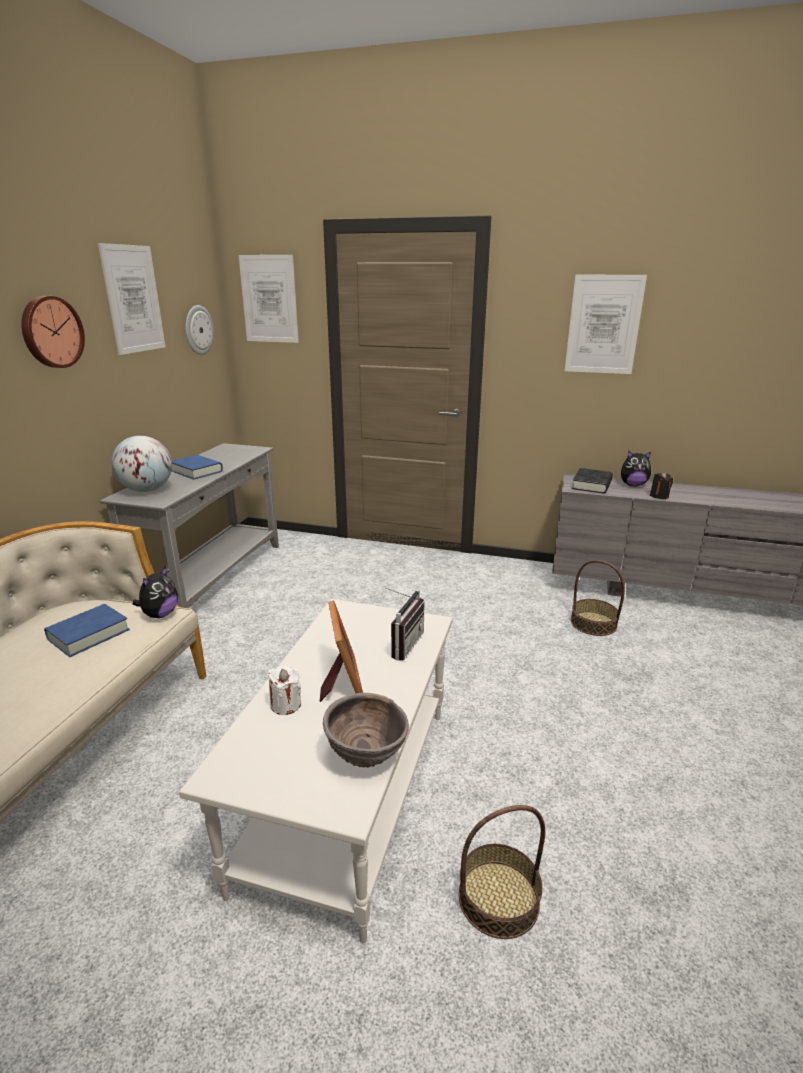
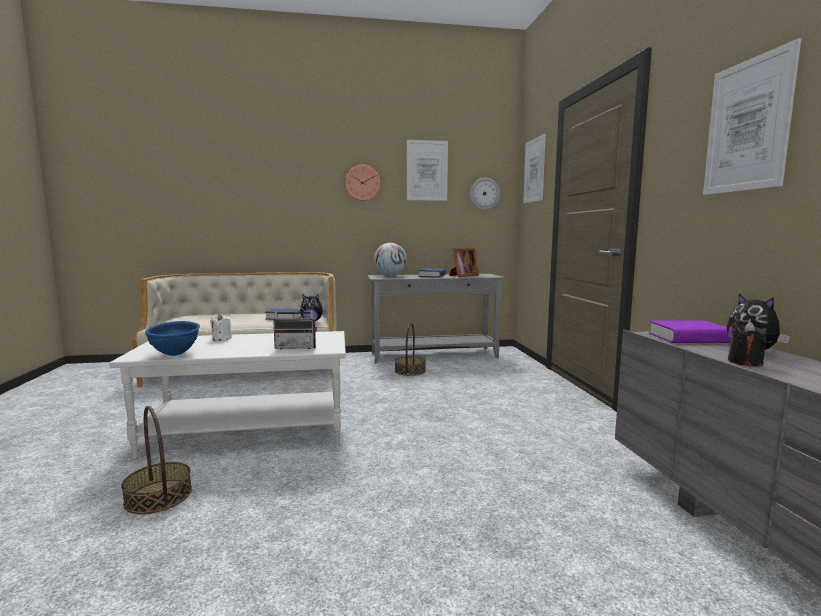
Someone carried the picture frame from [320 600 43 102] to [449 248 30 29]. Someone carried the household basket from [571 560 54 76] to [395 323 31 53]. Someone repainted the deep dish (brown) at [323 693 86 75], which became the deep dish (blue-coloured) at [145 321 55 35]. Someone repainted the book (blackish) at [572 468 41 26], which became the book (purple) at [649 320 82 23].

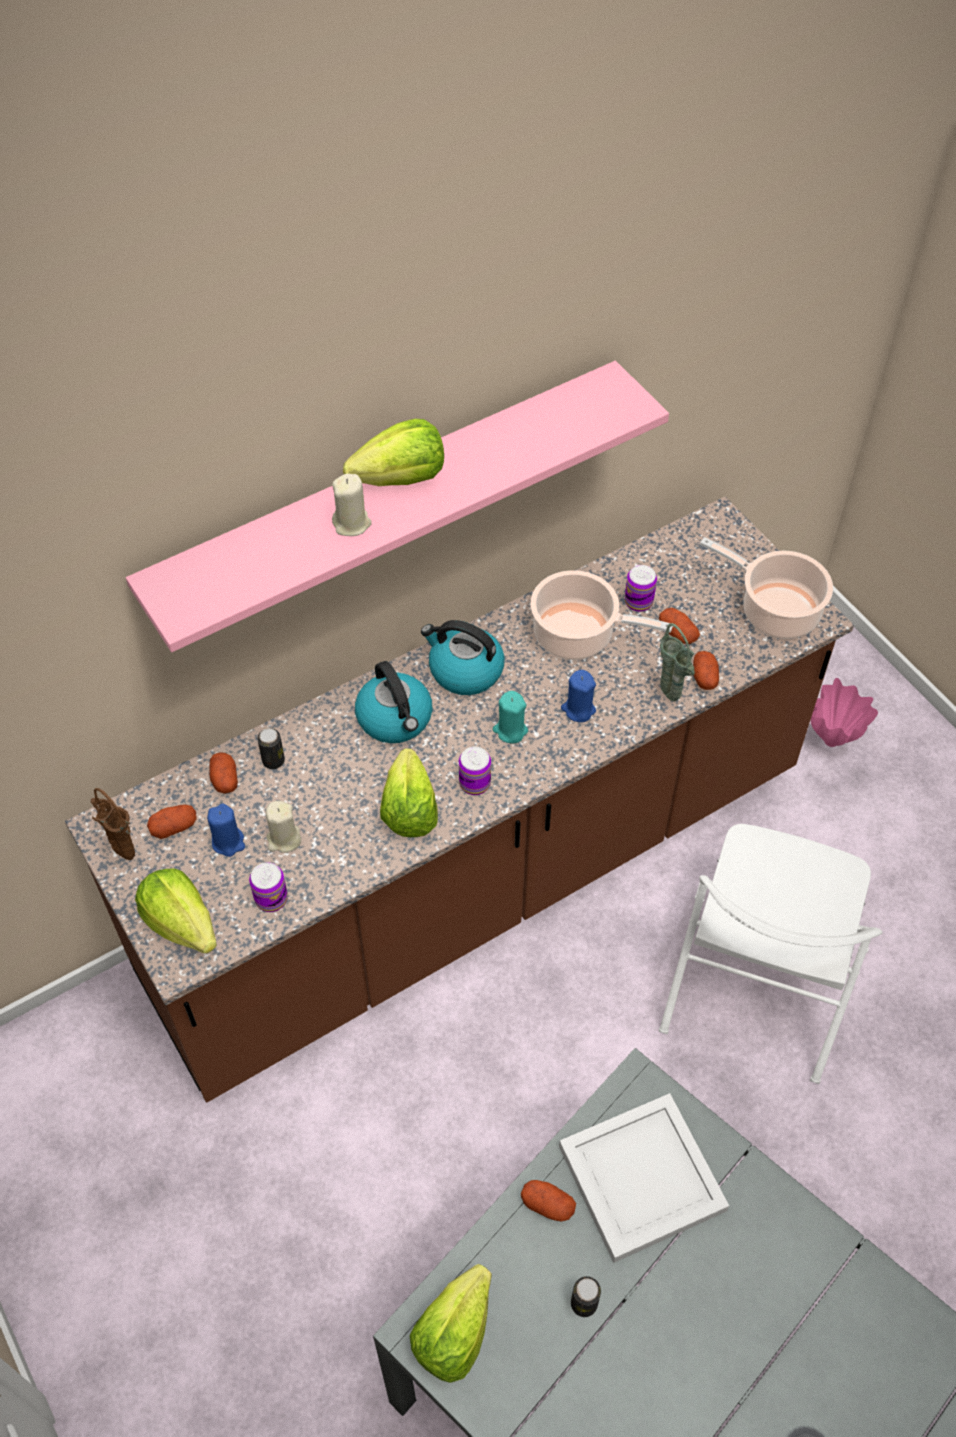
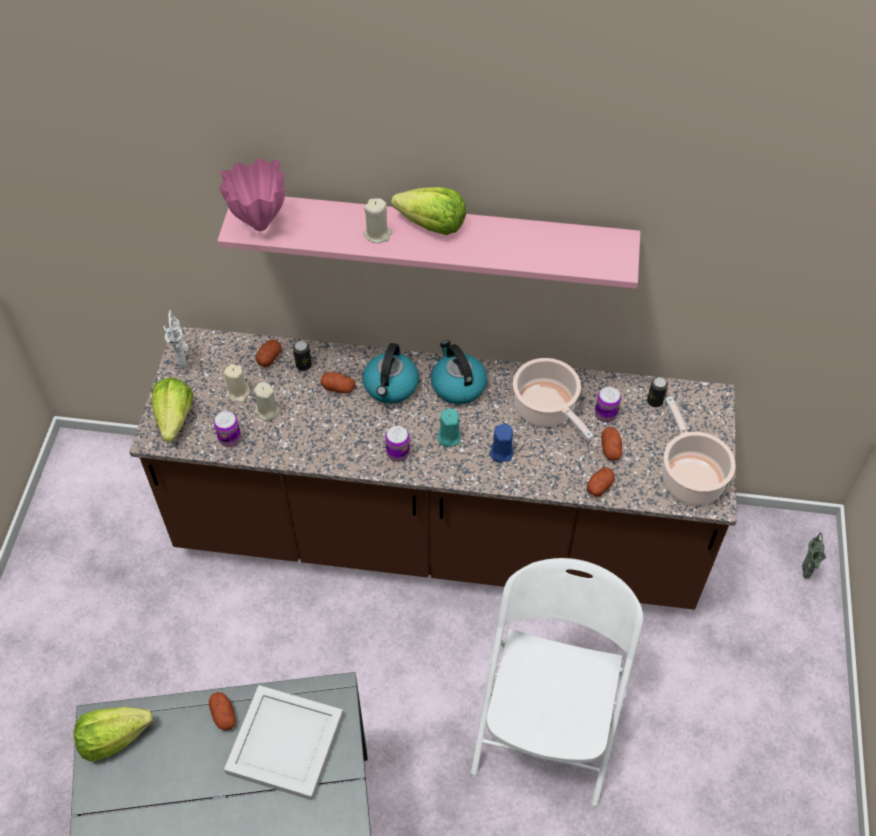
Someone took away the lettuce head at [380 748 58 89]. Someone carried the whole potato from [147 804 50 35] to [321 372 34 21]. Someone carried the can from [571 1276 30 41] to [647 377 21 30]. Someone carried the vase (green) from [660 623 35 78] to [802 532 24 47]. Someone carried the vase (pinkish) from [811 678 67 69] to [219 158 66 73]. Someone repainted the vase (brown) at [91 788 44 72], which became the vase (white-coloured) at [163 309 23 59]. Someone repainted the wax candle (blue-coloured) at [207 803 38 54], which became the wax candle (sand-coloured) at [224 364 26 38]. Someone rotated the upright chair (white-coloured) at [658 824 225 260] by 135 degrees clockwise.

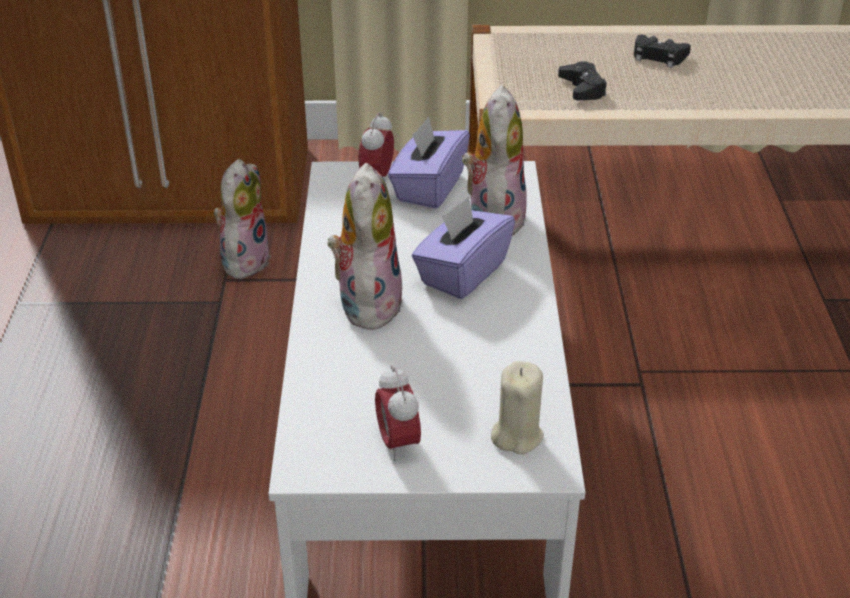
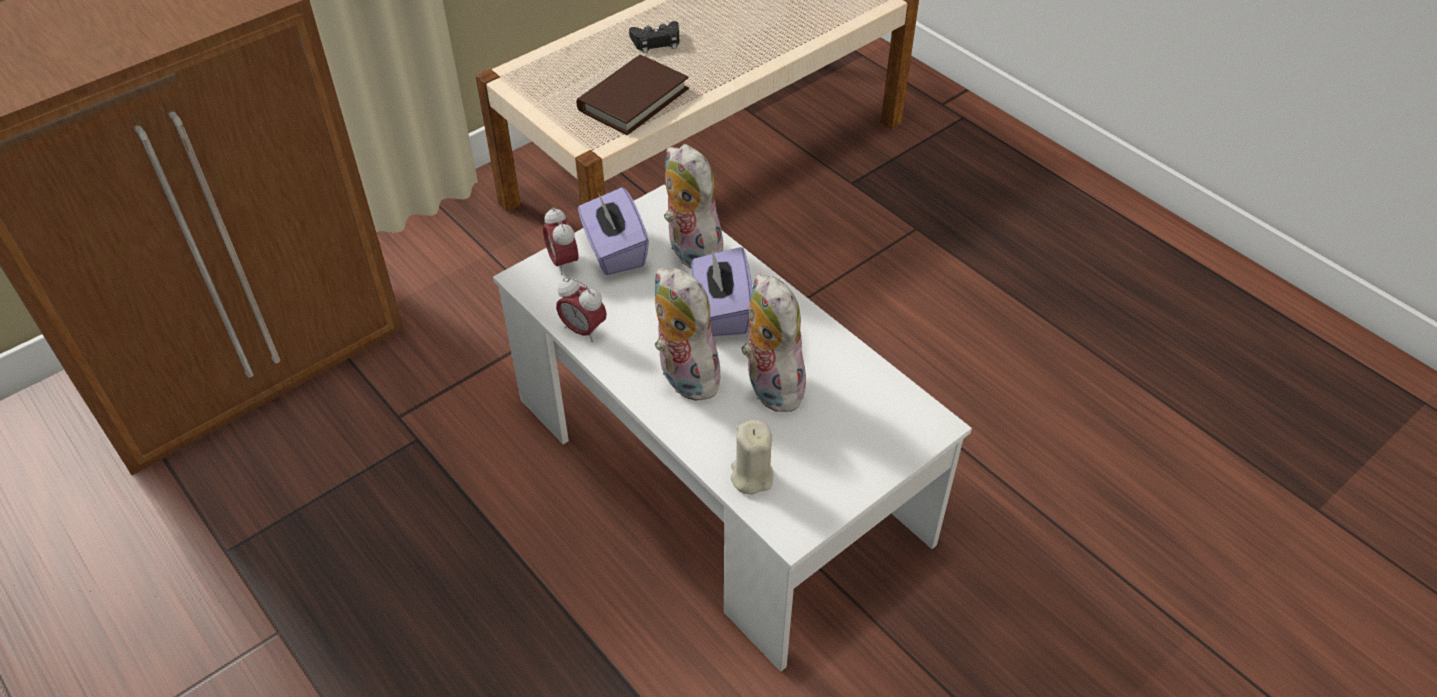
Someone carried the soft toy from [214 159 57 120] to [741 273 66 139]. Someone carried the table clock from [375 366 46 95] to [556 277 51 65]. Someone carried the wax candle (sand-coloured) from [491 361 53 93] to [731 420 42 75]. Someone swapped the joypad (blackish) at [558 61 49 39] for the book (brown) at [576 55 113 80].

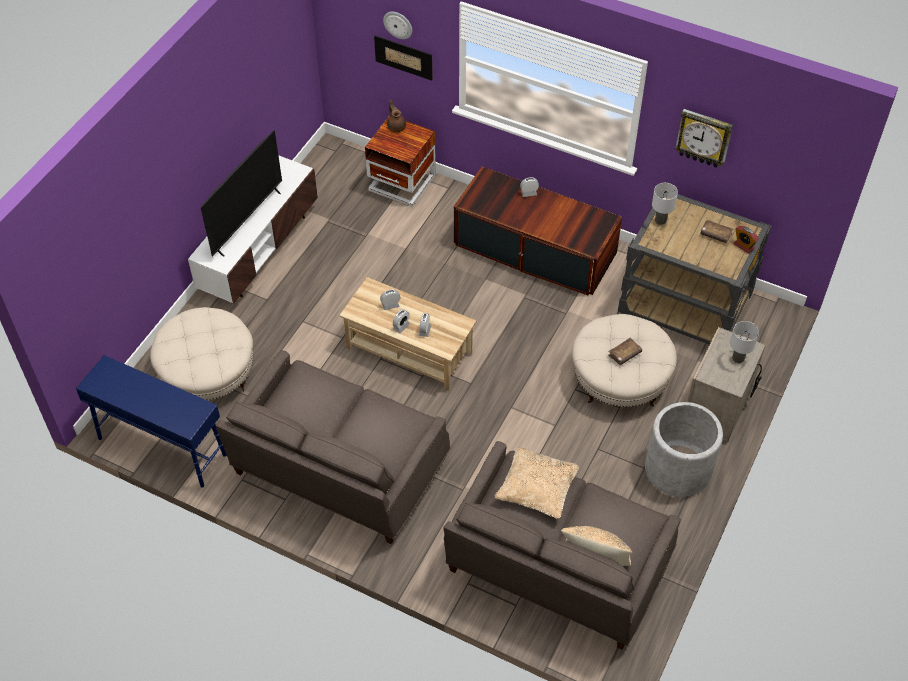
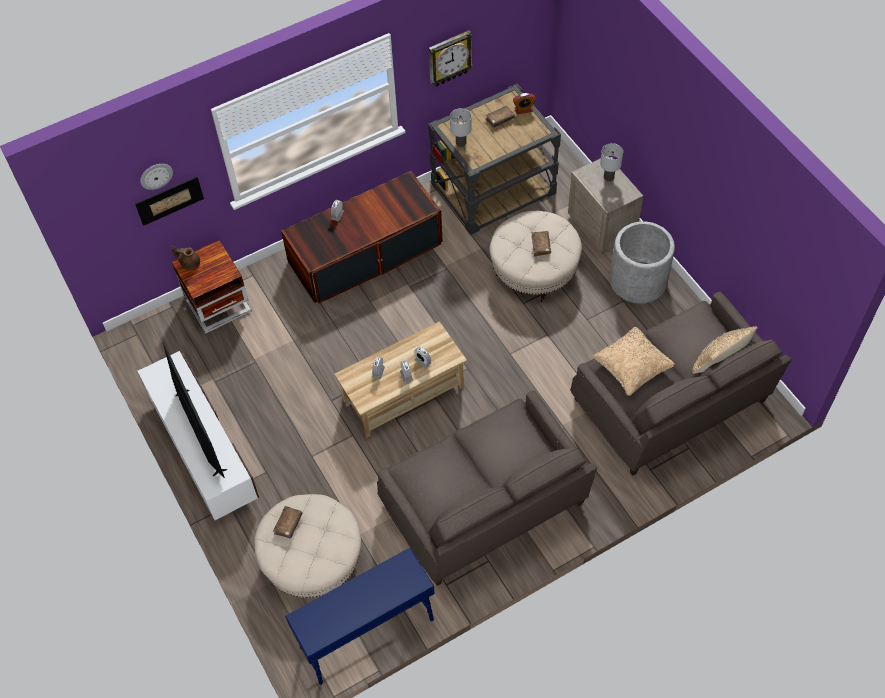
Someone put down the book (brown) at [273 506 30 32].

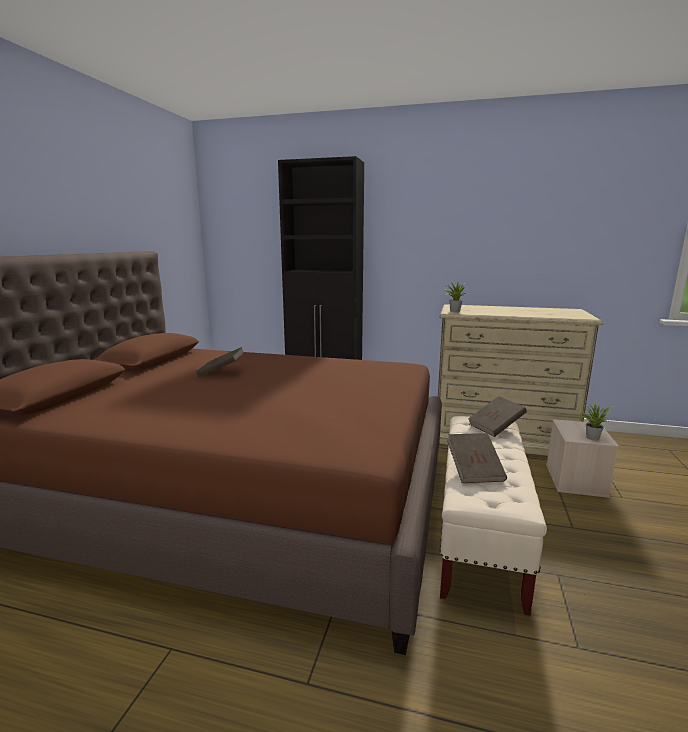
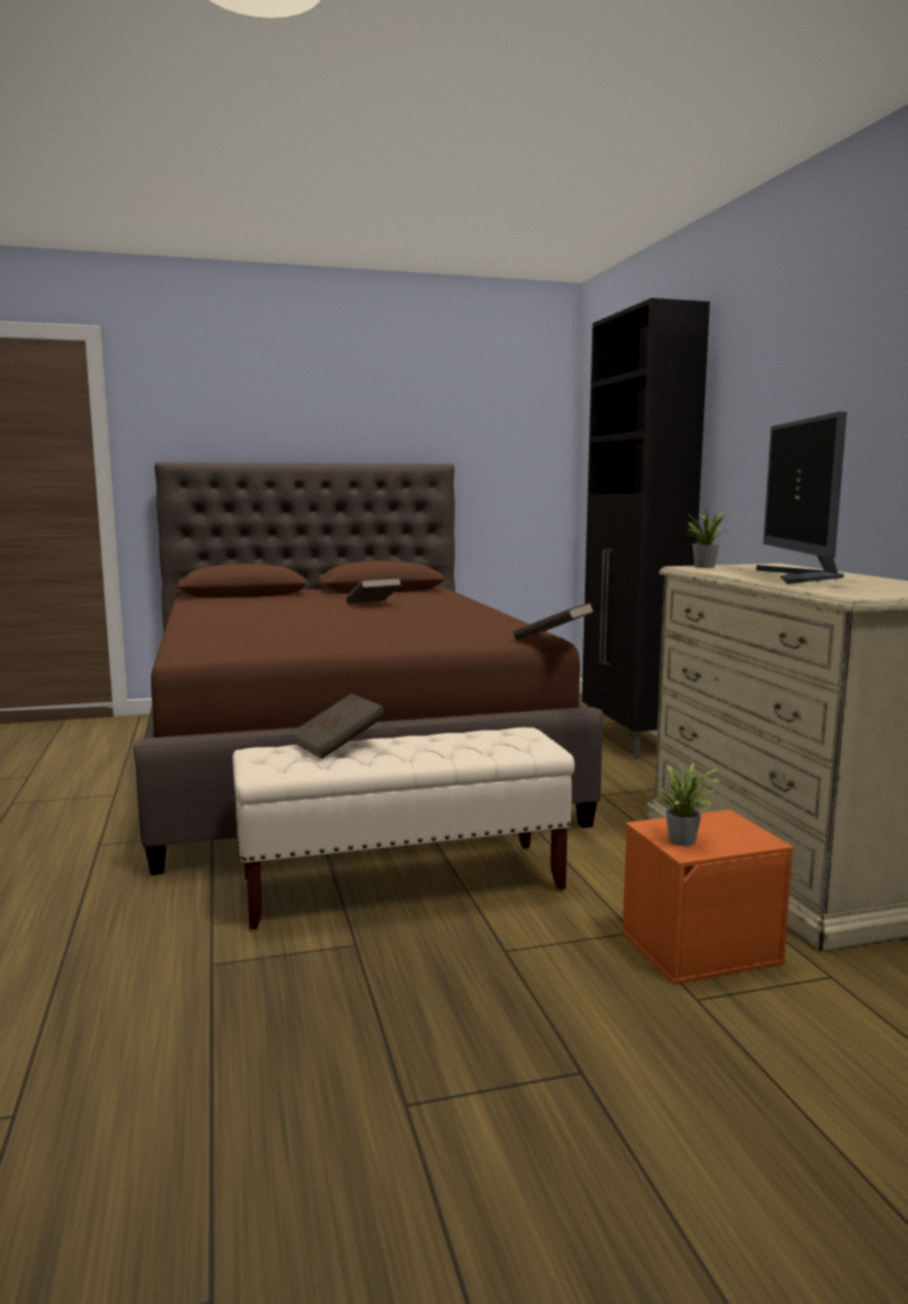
Someone put down the computer screen at [756 411 91 173]. Someone carried the book (brown) from [468 396 59 41] to [513 602 81 39]. Someone repainted the storage box (sand-coloured) at [546 419 73 79], which became the storage box (orange-coloured) at [621 809 173 176].

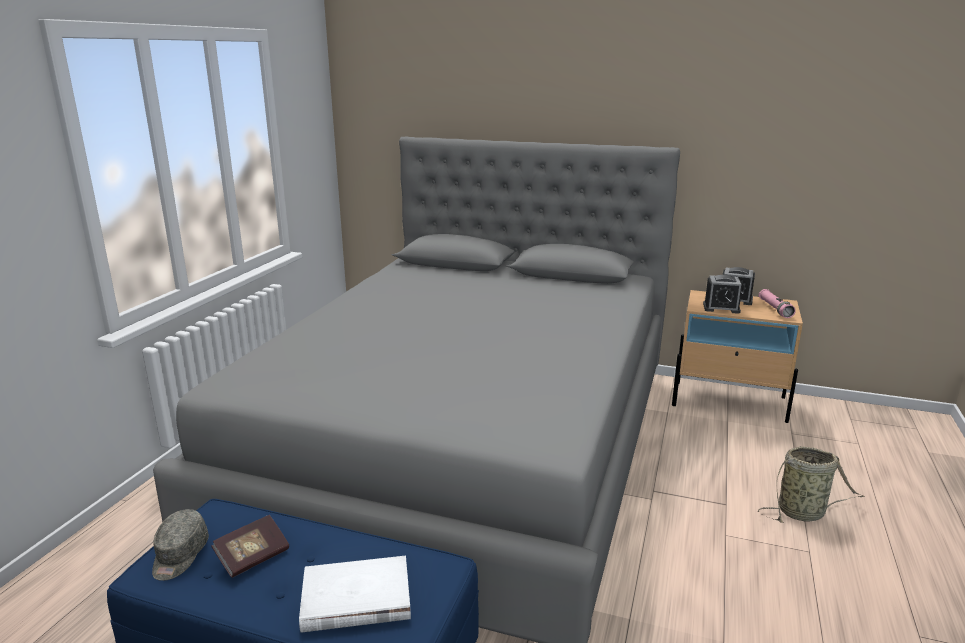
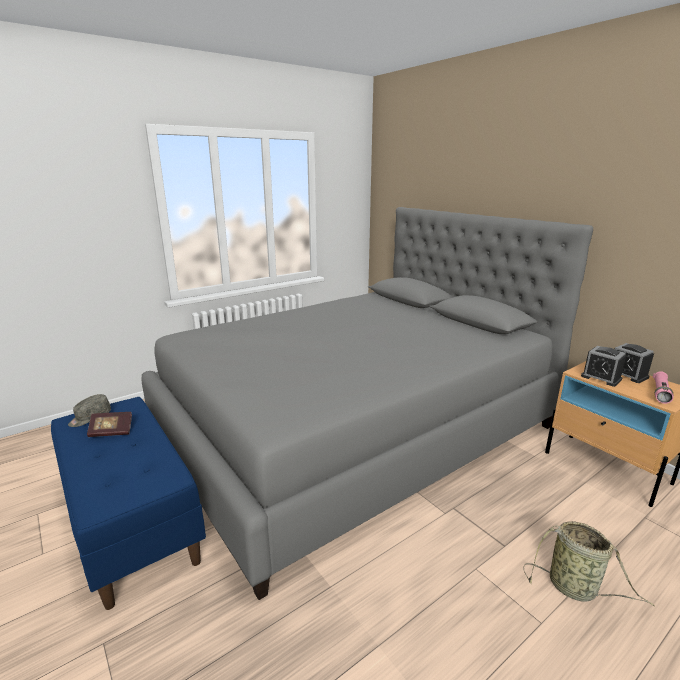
Someone took away the book (white-coloured) at [299 556 112 77].

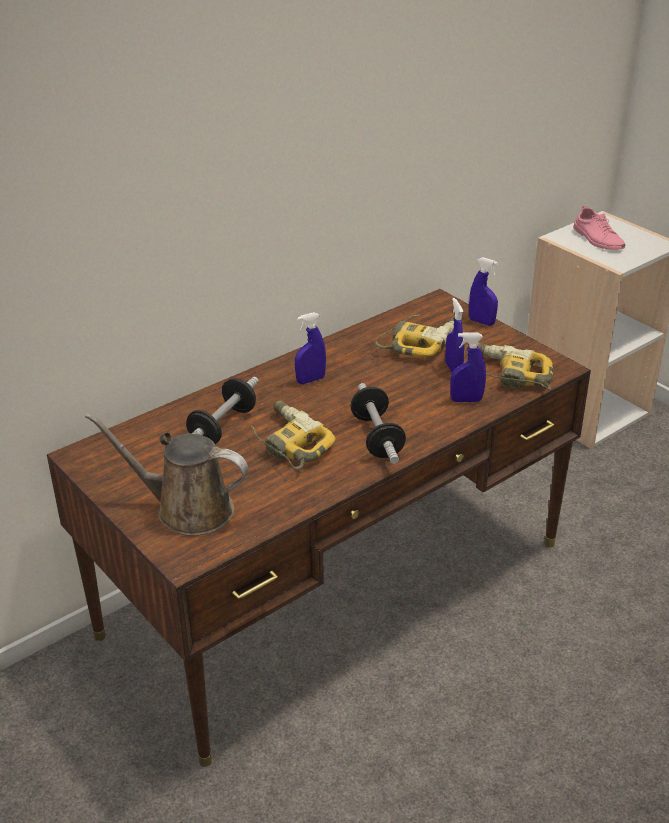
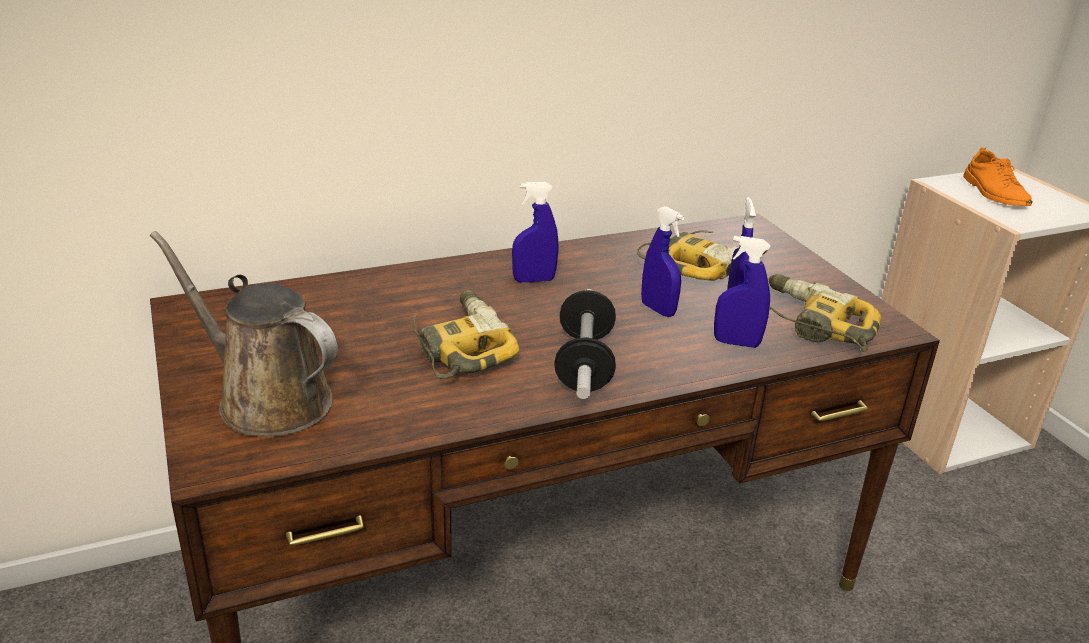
Someone took away the dumbbell at [186 377 73 67]. Someone carried the sprayer (blue-coloured) from [469 257 29 69] to [641 206 43 111]. Someone repainted the item of footwear (pinkish) at [573 206 52 44], which became the item of footwear (orange-coloured) at [963 148 69 58].

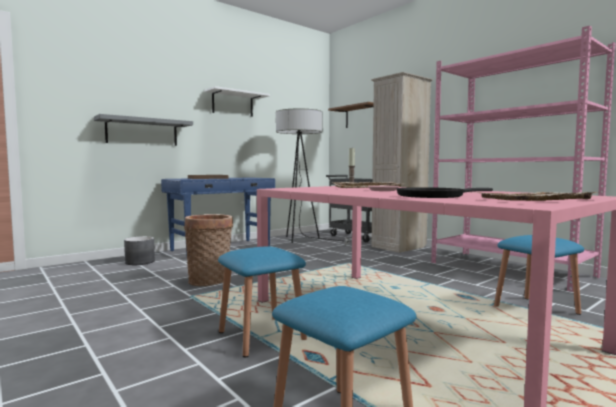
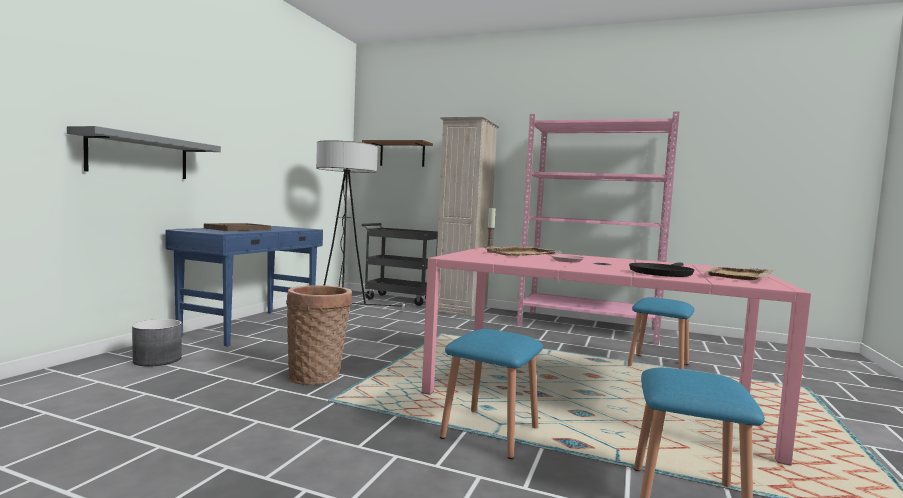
Someone took away the wall shelf (white-coloured) at [204 86 66 31].

